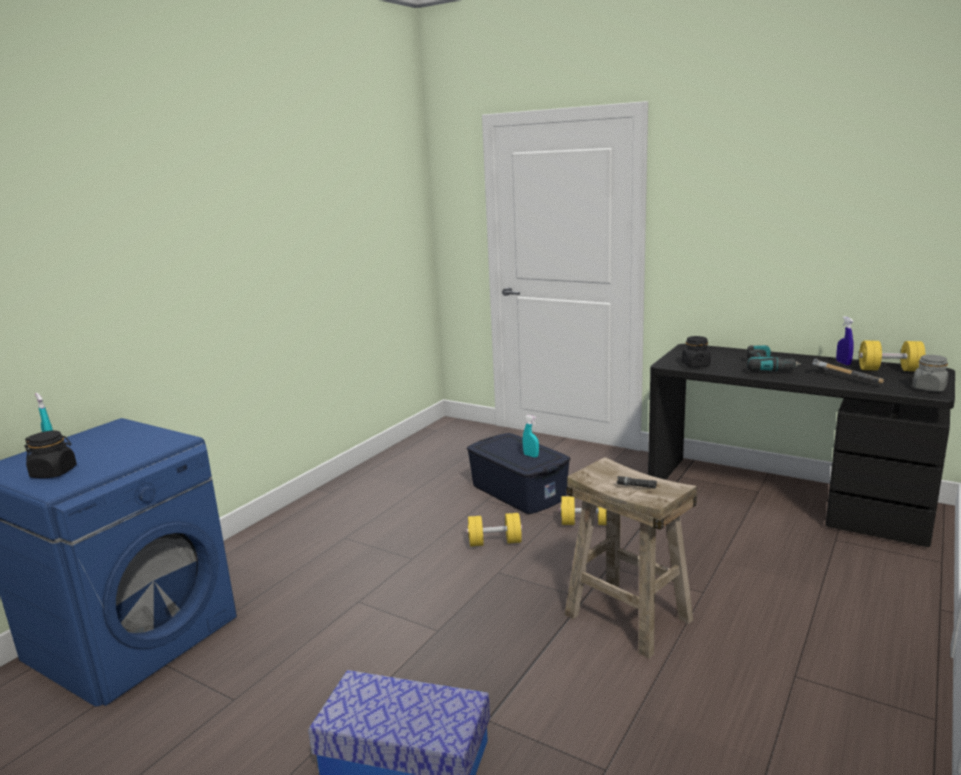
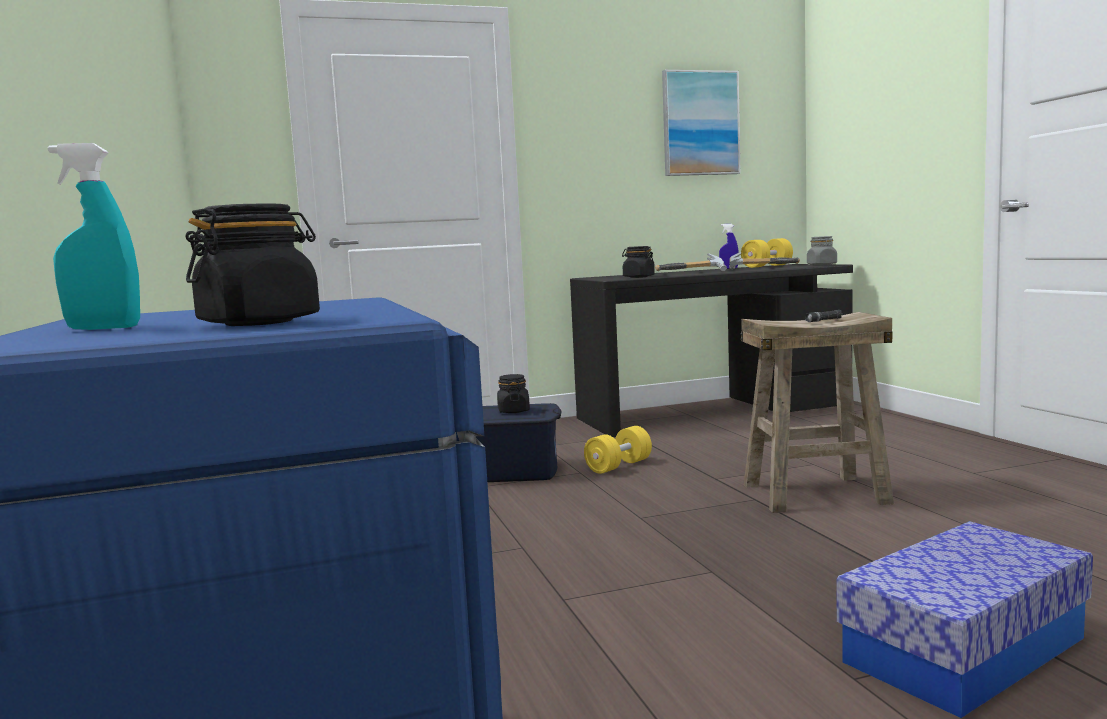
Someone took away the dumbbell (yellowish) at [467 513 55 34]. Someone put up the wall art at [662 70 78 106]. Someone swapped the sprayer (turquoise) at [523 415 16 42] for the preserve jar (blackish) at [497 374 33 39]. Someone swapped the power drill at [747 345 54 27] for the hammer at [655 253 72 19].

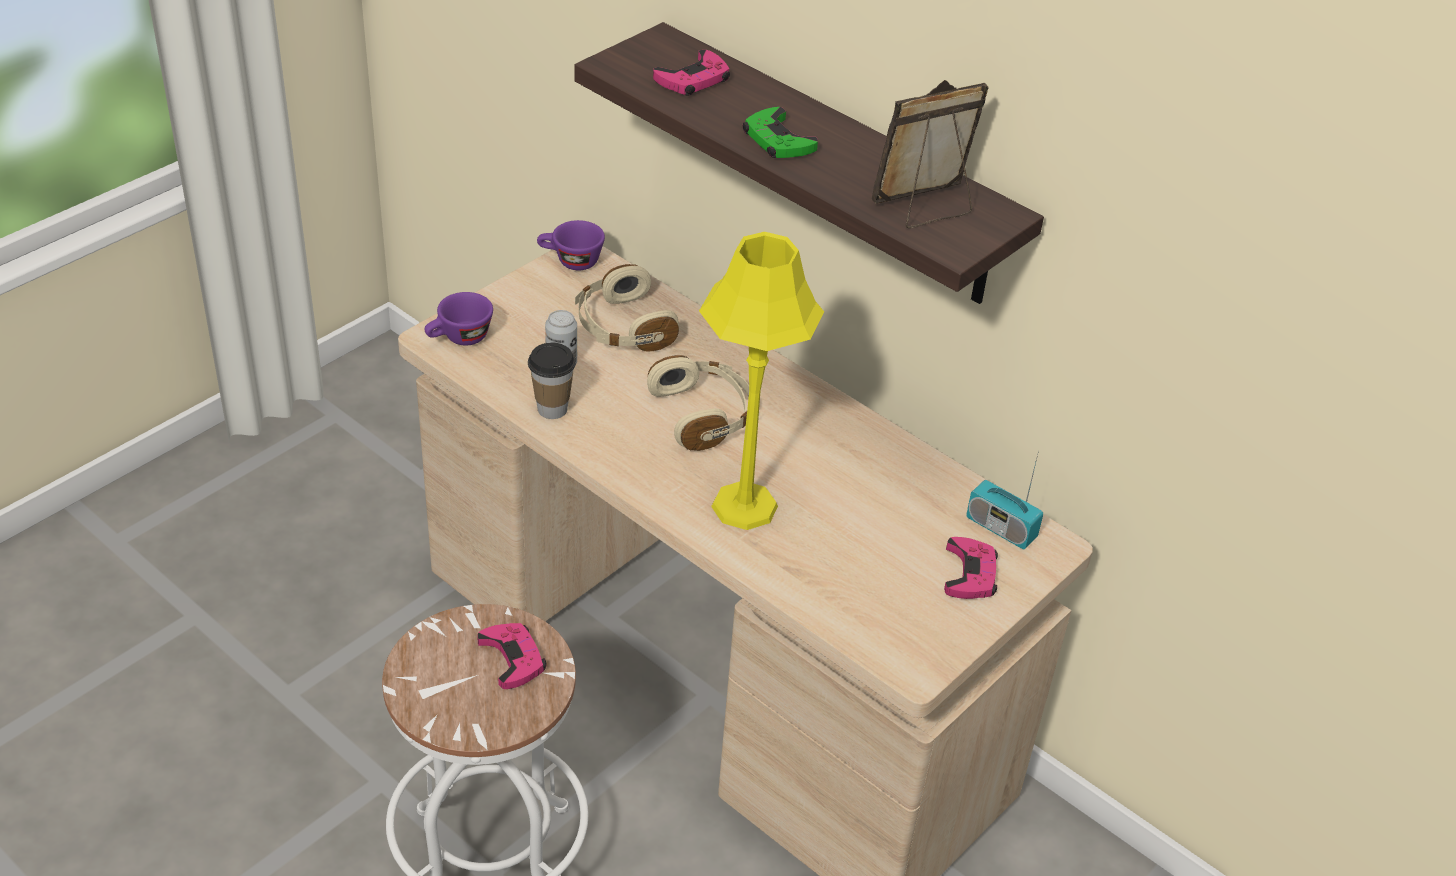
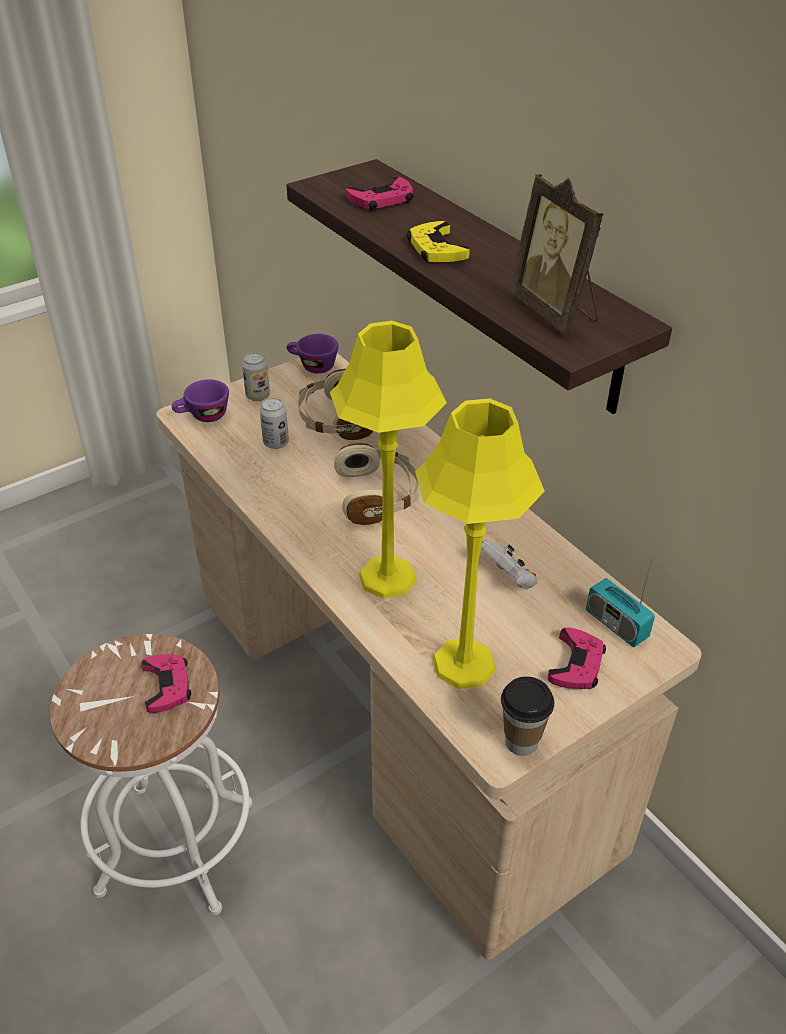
Someone put down the can at [242 352 28 49]. Someone put down the tabletop lamp (yellowish) at [415 398 130 291]. Someone put down the joypad (white-coloured) at [481 540 57 48]. Someone carried the small cup from [528 343 48 76] to [501 676 53 80]. Someone repainted the joypad (green) at [743 107 75 51], which became the joypad (yellowish) at [407 221 63 41]. Someone rotated the picture frame at [872 80 117 148] by 105 degrees counterclockwise.

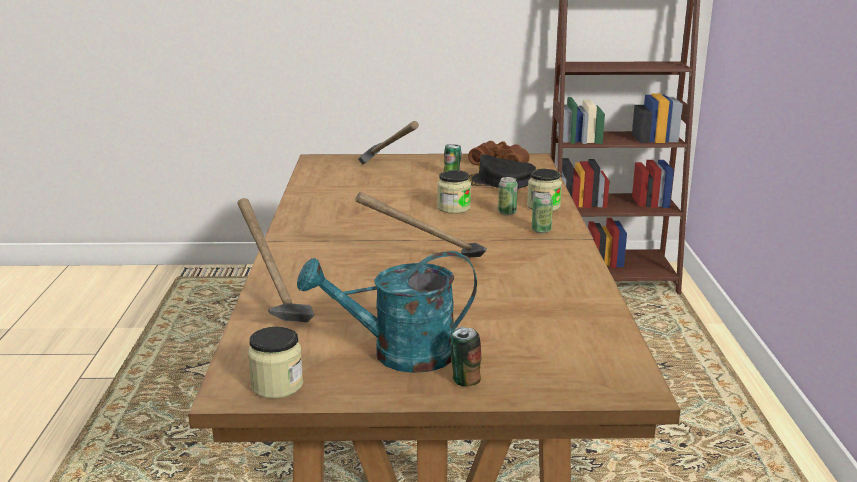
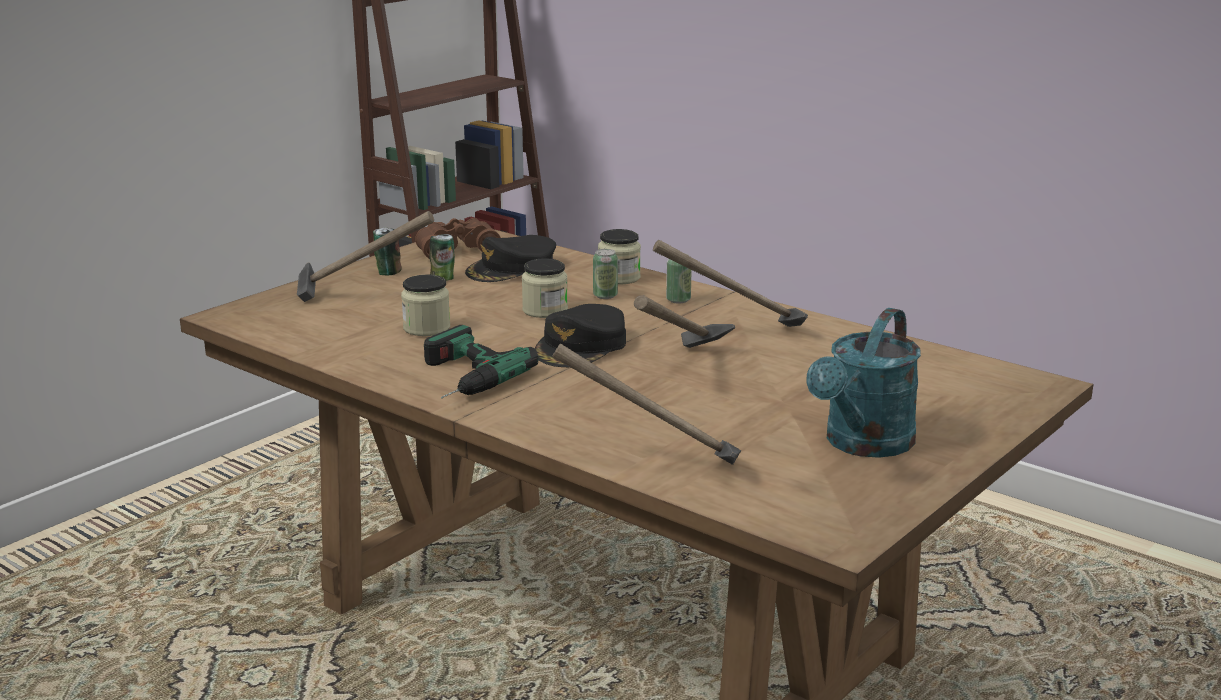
Someone put down the power drill at [424 325 114 73]. Someone put down the peaked cap (blackish) at [535 304 91 63]. Someone put down the hammer at [653 240 155 87]. Someone carried the preserve jar from [248 327 55 72] to [401 274 49 62]. Someone carried the can from [451 327 30 60] to [373 227 29 48].

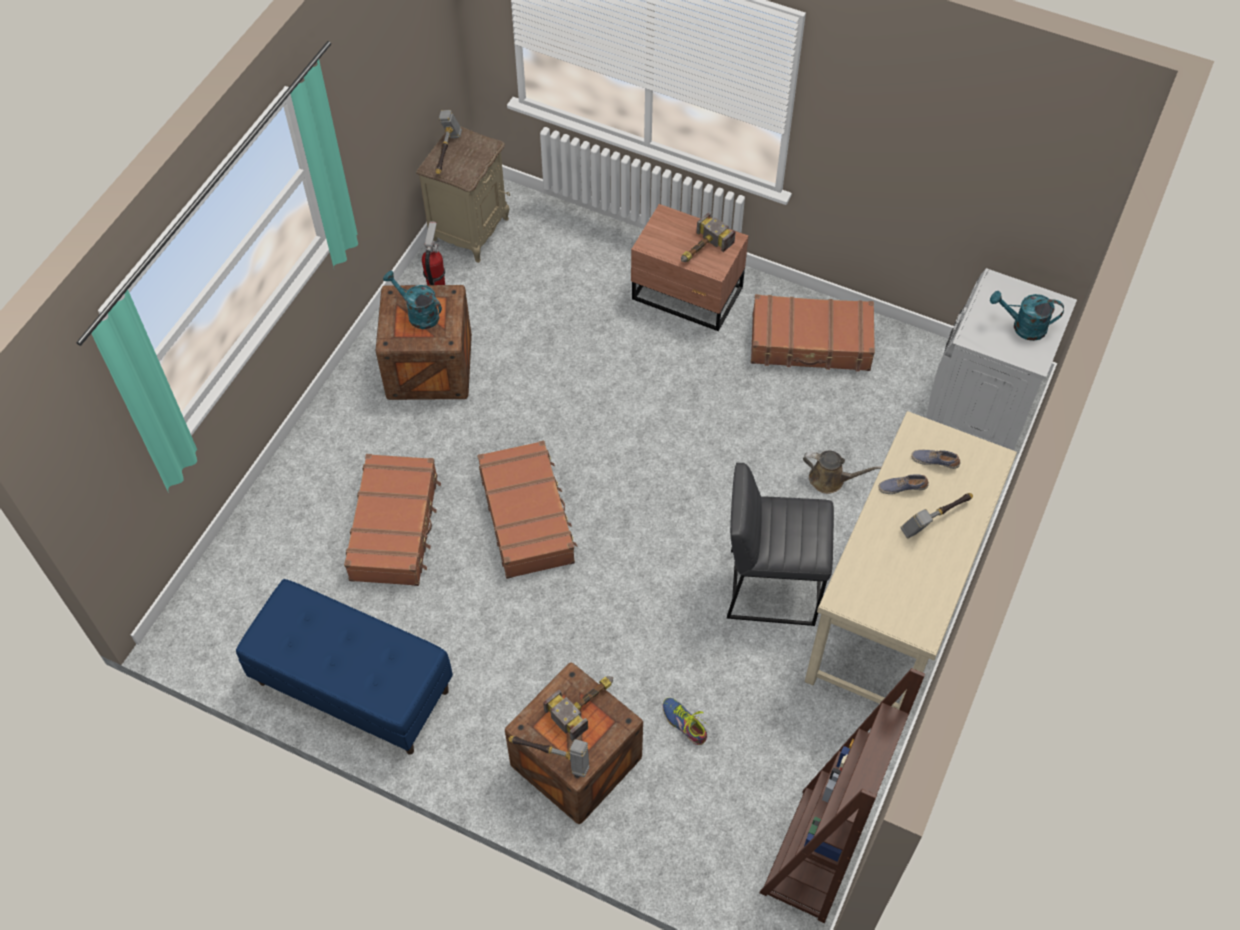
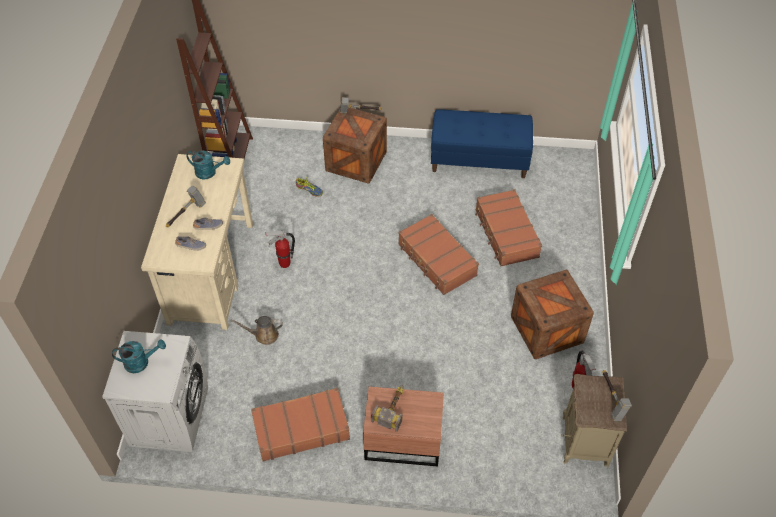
Someone took away the hammer at [543 676 70 65]. Someone carried the sprinkling can (turquoise) from [383 271 59 58] to [186 151 44 29]. Someone swapped the sitting stool (gray) at [727 463 107 163] for the fire-fighting cylinder at [265 231 30 37].

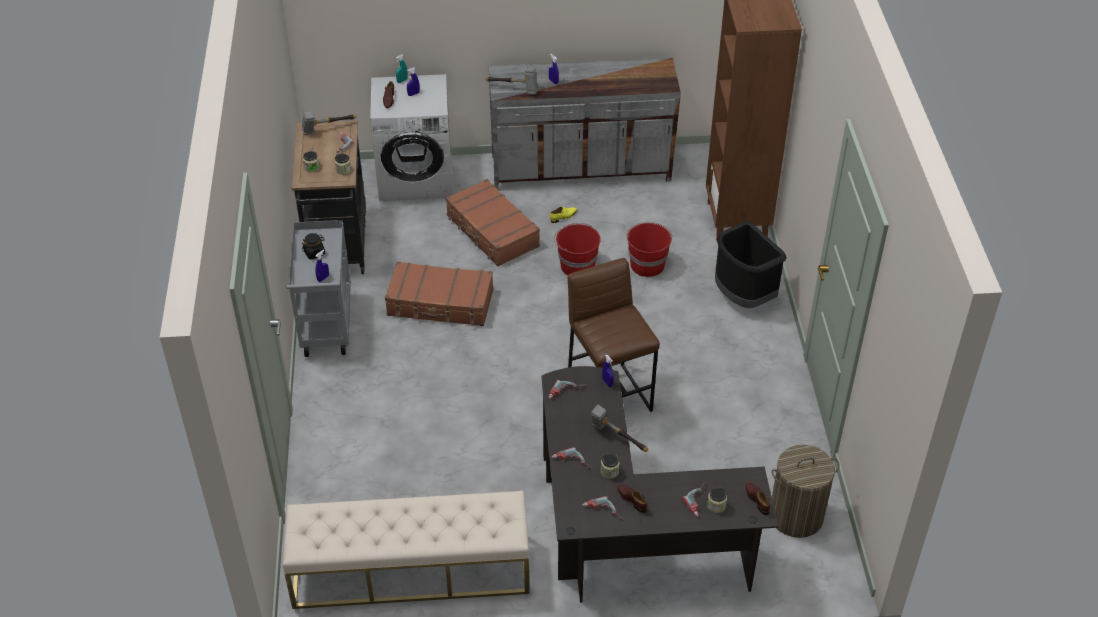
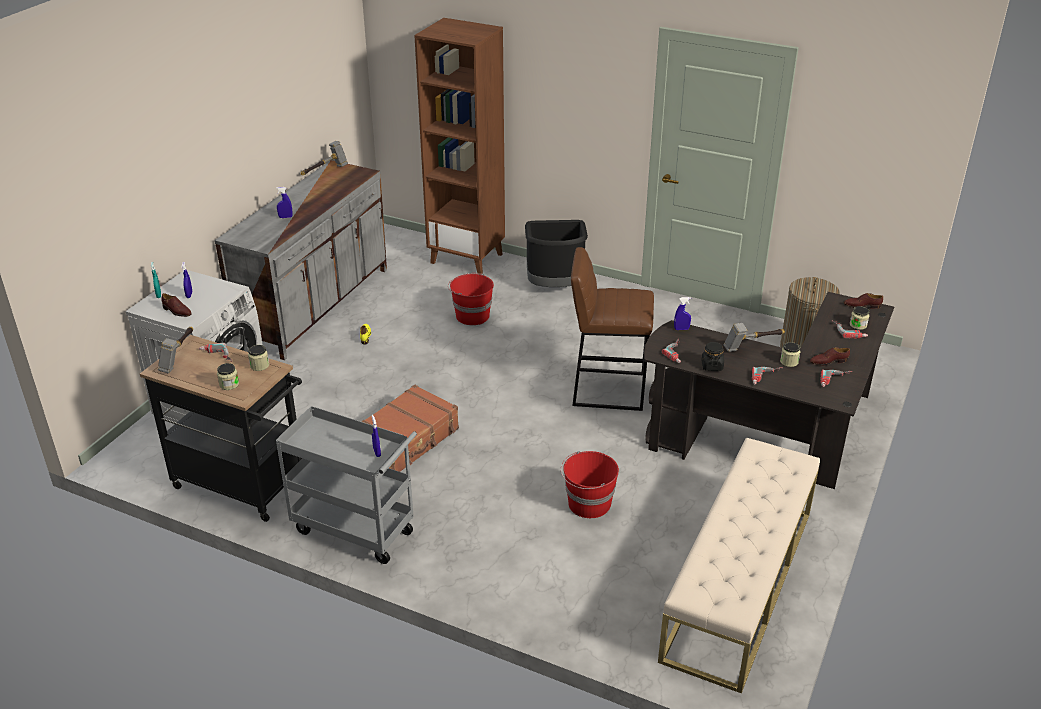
Someone took away the travel case (brown) at [446 179 94 87]. Someone carried the preserve jar (blackish) from [302 233 23 27] to [702 342 22 29]. Someone carried the hammer from [485 68 53 26] to [301 141 47 34]. Someone carried the bucket (reddish) from [554 223 47 53] to [561 451 58 67].

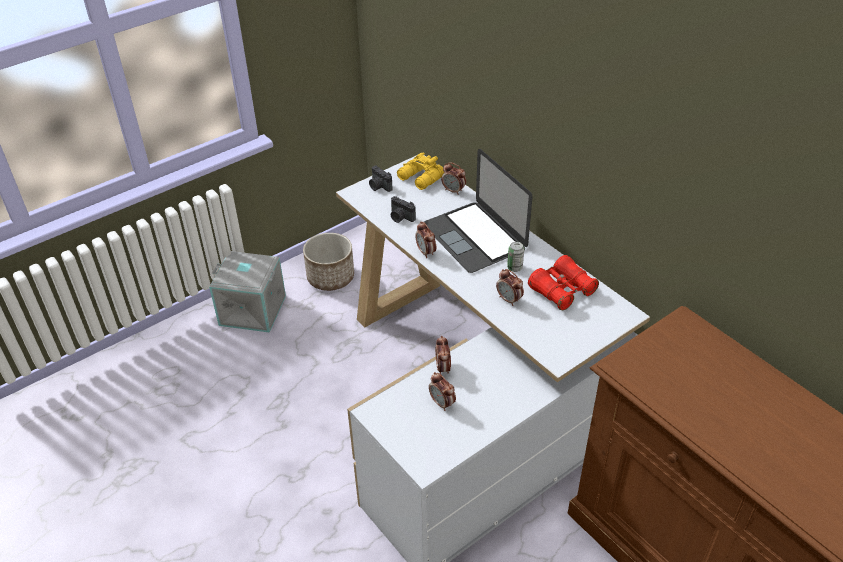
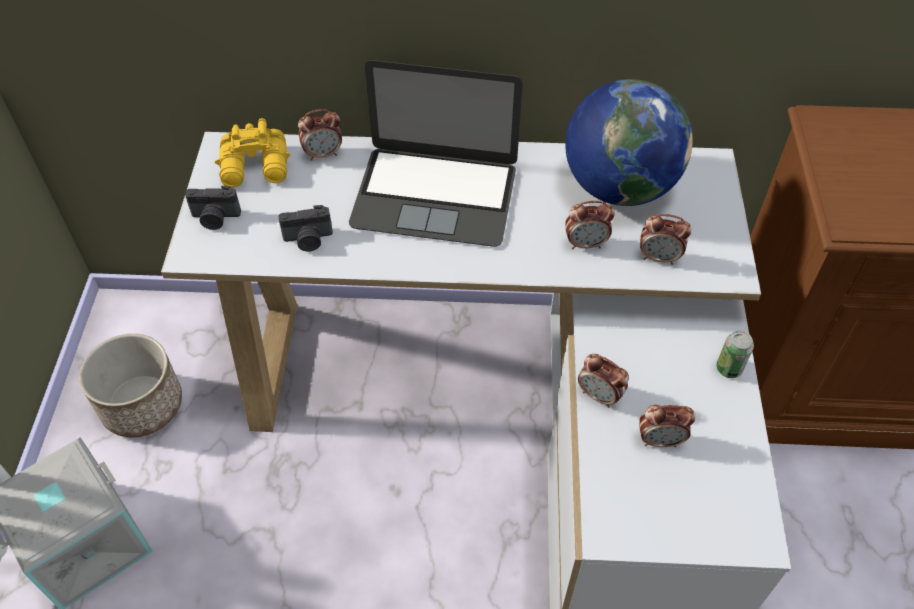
Someone carried the table clock from [415 222 21 36] to [640 214 52 51]. Someone carried the can from [507 242 17 30] to [716 331 38 47]. Someone swapped the binoculars (reddish) at [528 255 71 55] for the desk globe at [565 79 128 127].

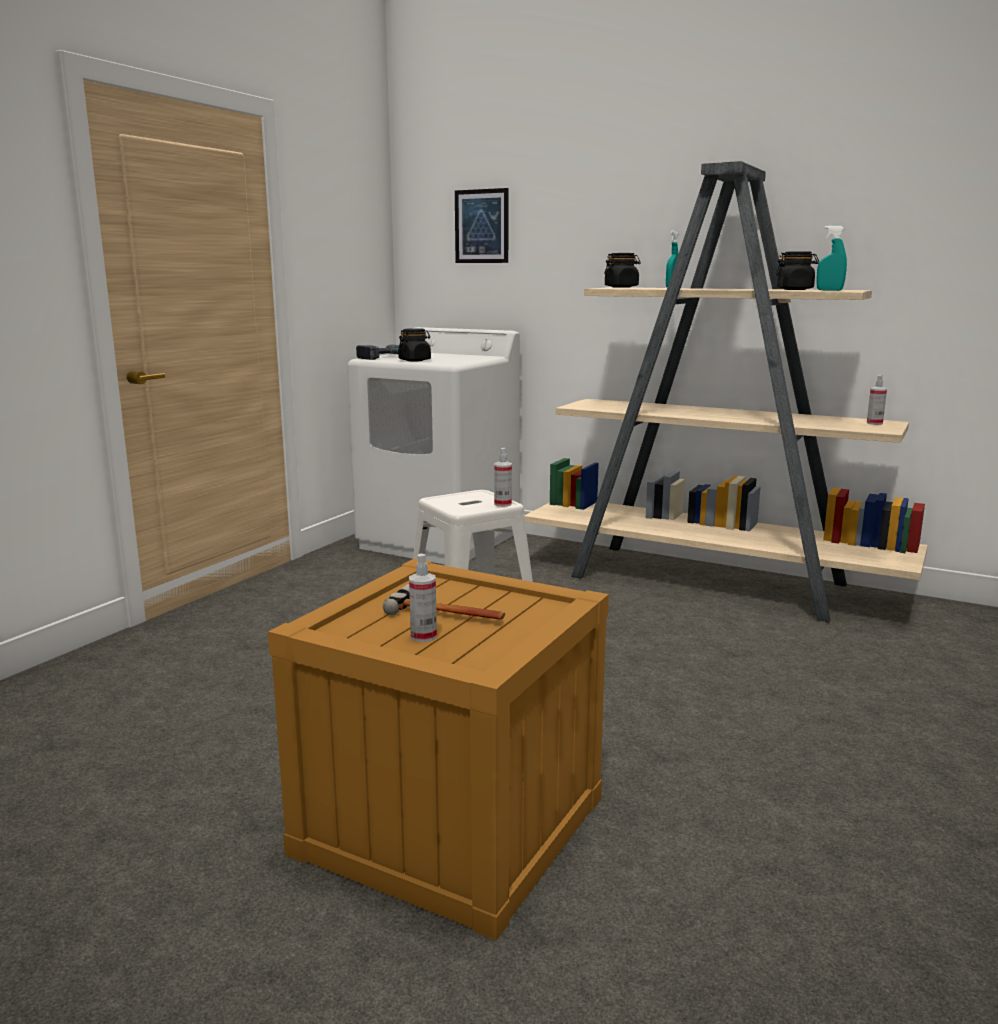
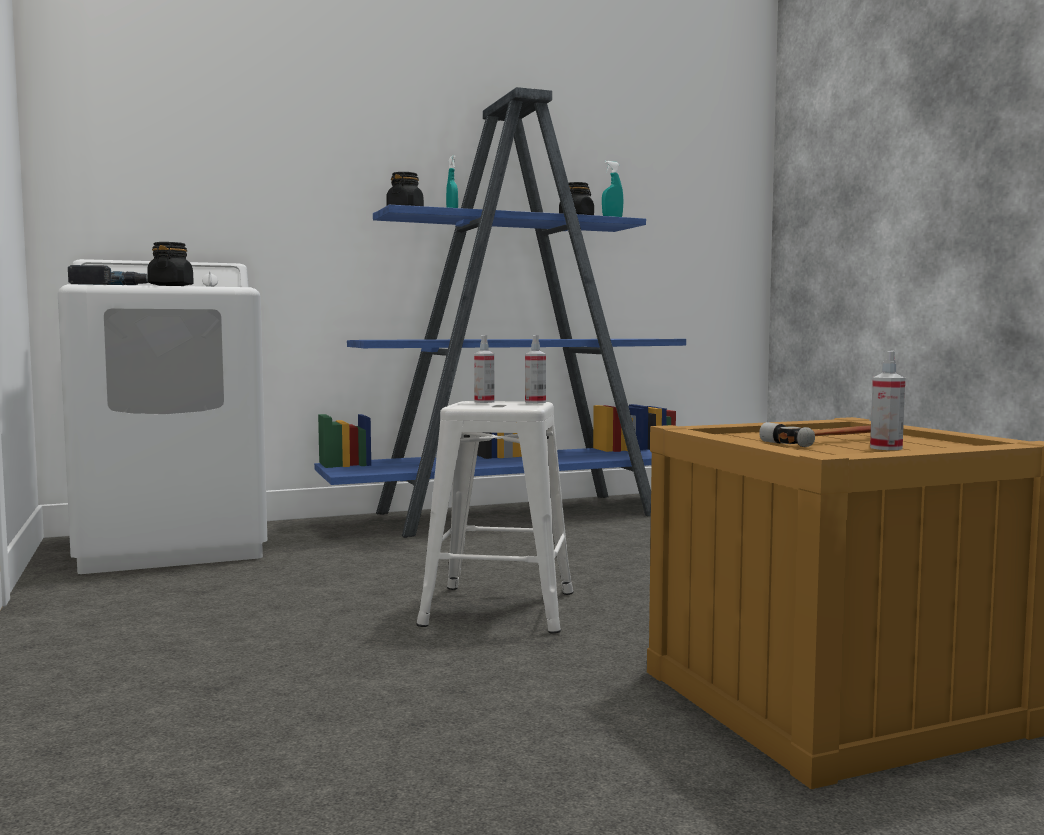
Someone took away the wall art at [455 188 54 75]. Someone carried the sprayer from [867 375 20 50] to [474 335 20 68]. Someone repainted the shelving unit (sand-coloured) at [524 161 404 462], which became the shelving unit (blue-coloured) at [314 87 372 451].

